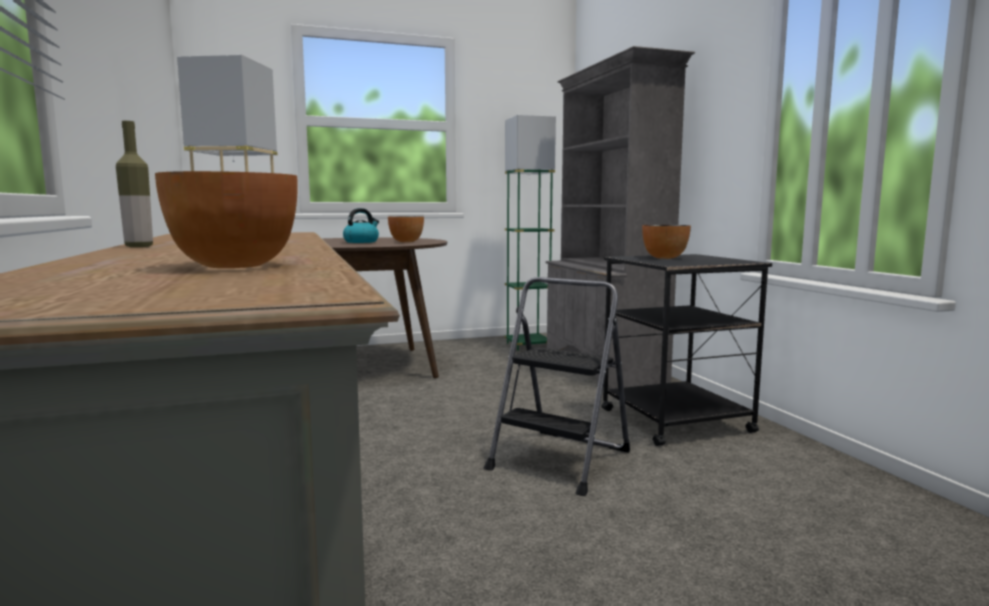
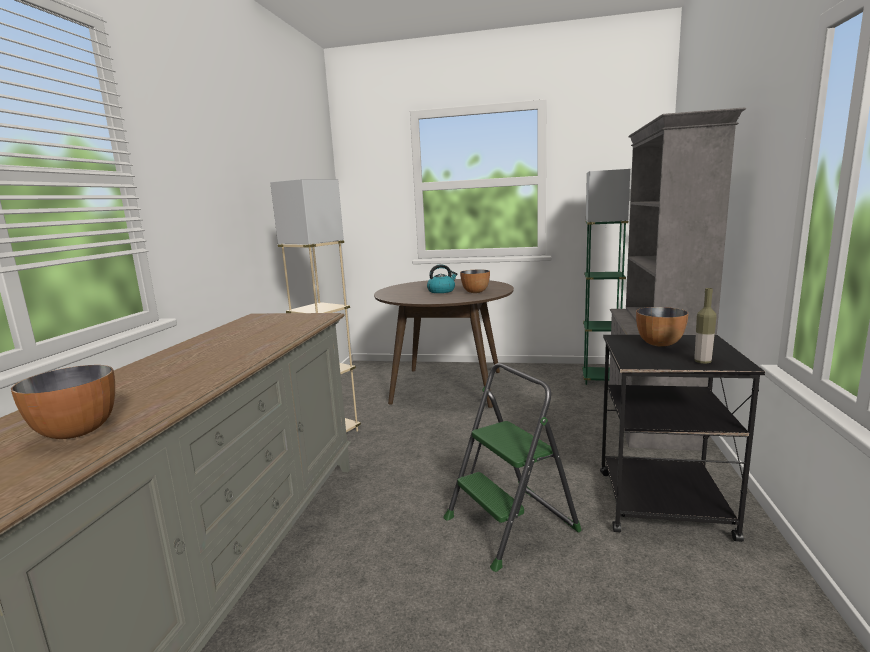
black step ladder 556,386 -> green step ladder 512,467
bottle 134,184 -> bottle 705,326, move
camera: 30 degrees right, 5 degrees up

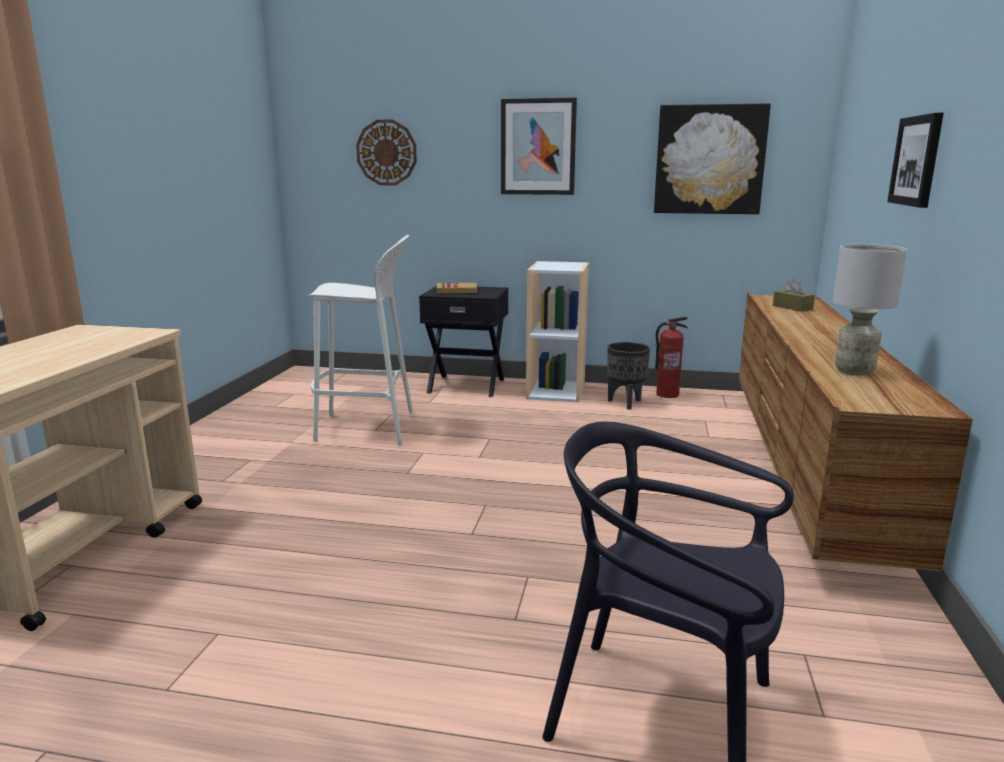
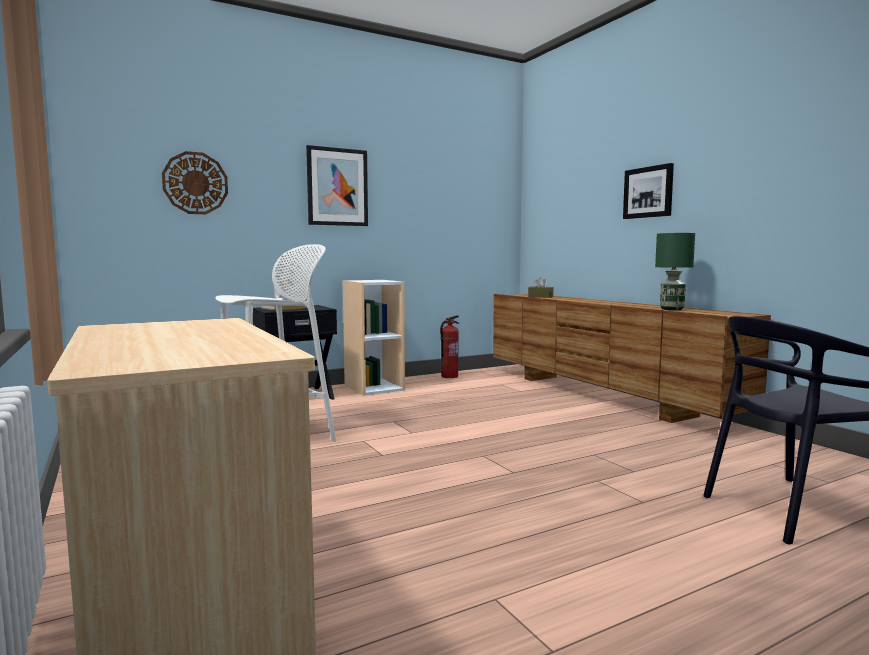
grey table lamp 870,310 -> green table lamp 675,271
black planter 628,375 -> none
picture 712,158 -> none
camera: 40 degrees left, 10 degrees down

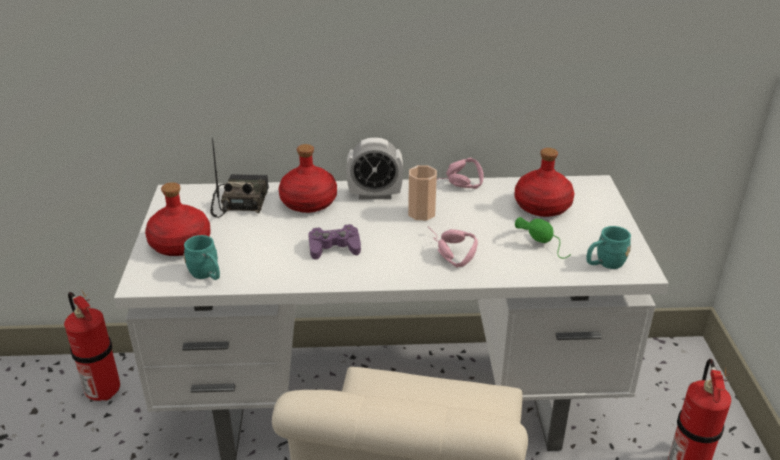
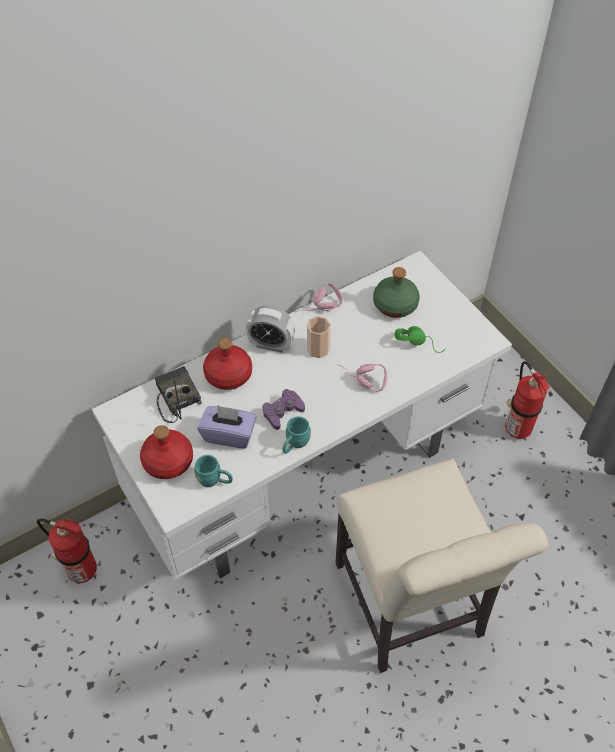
none -> purple tissue box 227,427
alarm clock 374,168 -> alarm clock 270,329, 45 degrees clockwise
turquoise mug 608,247 -> turquoise mug 297,435, move
red bottle 544,182 -> green bottle 396,292
camera: 30 degrees left, 20 degrees up

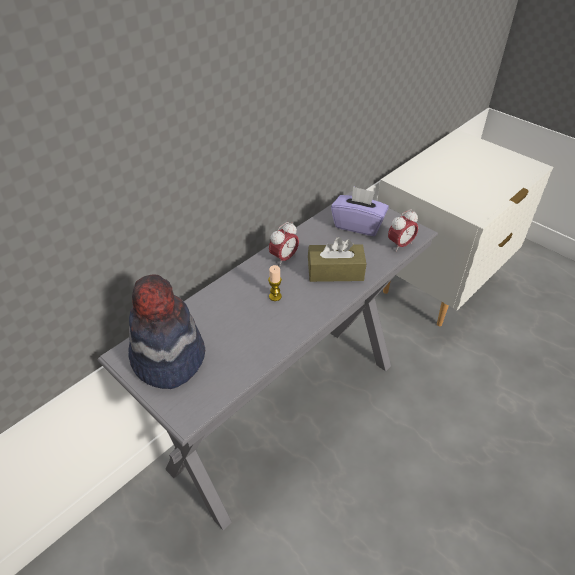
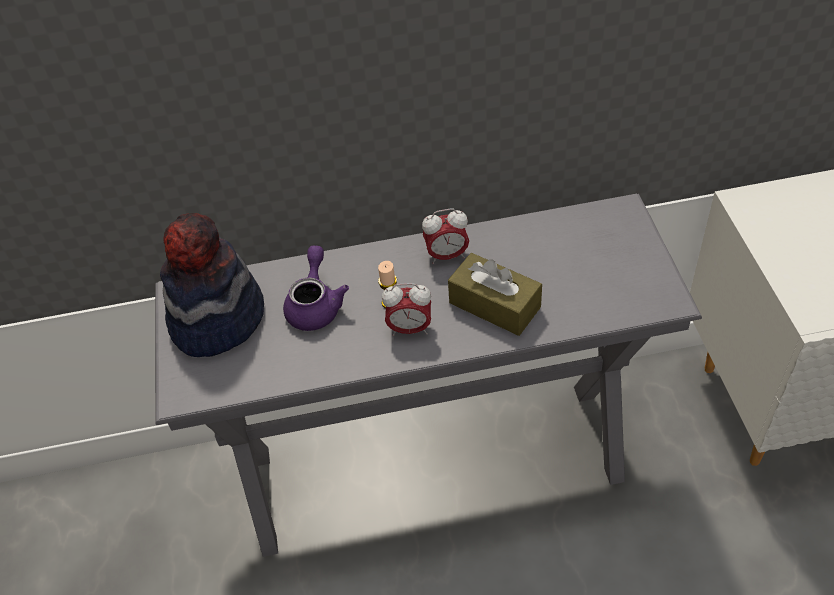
none -> purple teapot 316,288
alarm clock 403,230 -> alarm clock 406,309, move
purple tissue box 360,211 -> none
camera: 40 degrees right, 5 degrees up

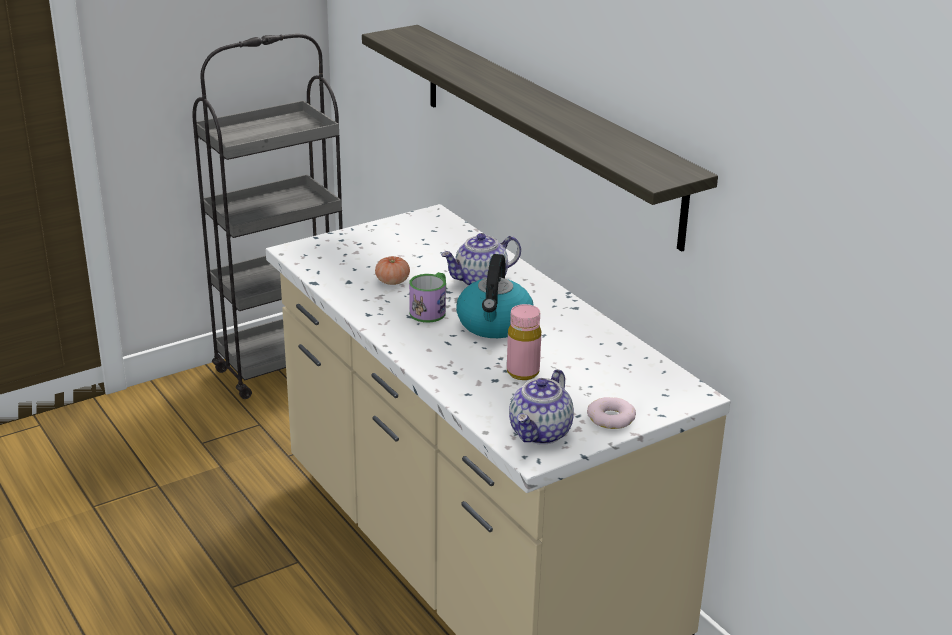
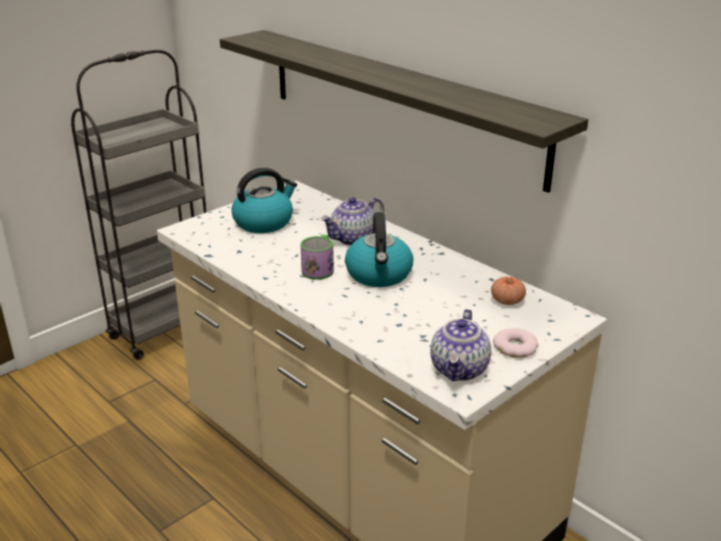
none -> kettle 264,200
tomato 392,270 -> tomato 508,291, move
pink bottle 524,342 -> none
camera: 10 degrees left, 0 degrees up

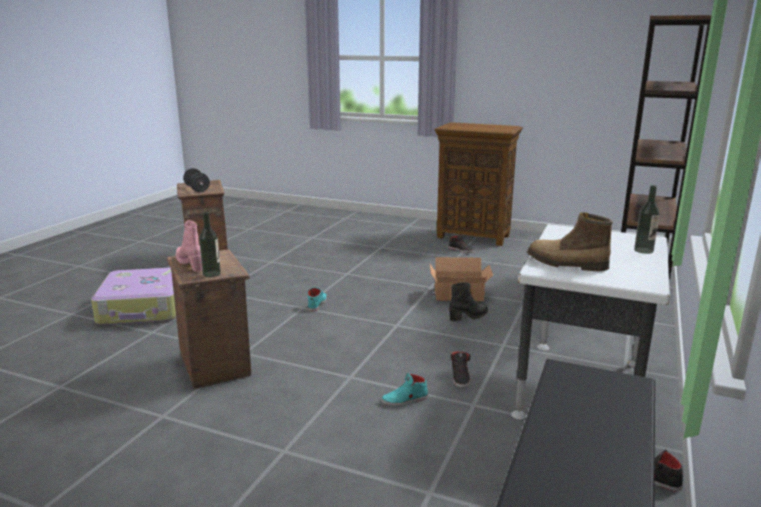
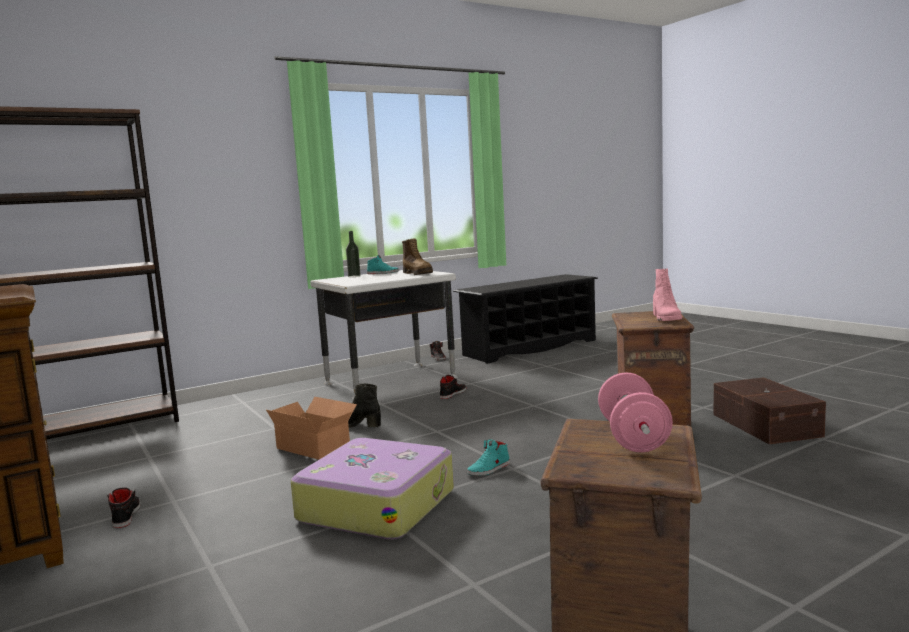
suitcase 133,296 -> suitcase 372,489, move
turquoise shoe 404,389 -> turquoise shoe 383,264, move
black dumbbell 196,180 -> pink dumbbell 635,412
none -> brown storage box 770,410
bottle 210,244 -> none
camera: 145 degrees left, 10 degrees down

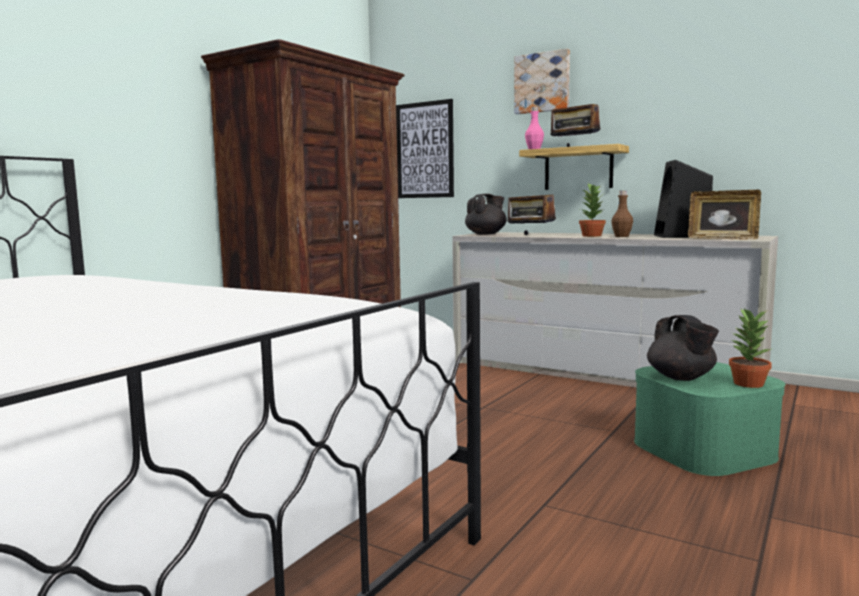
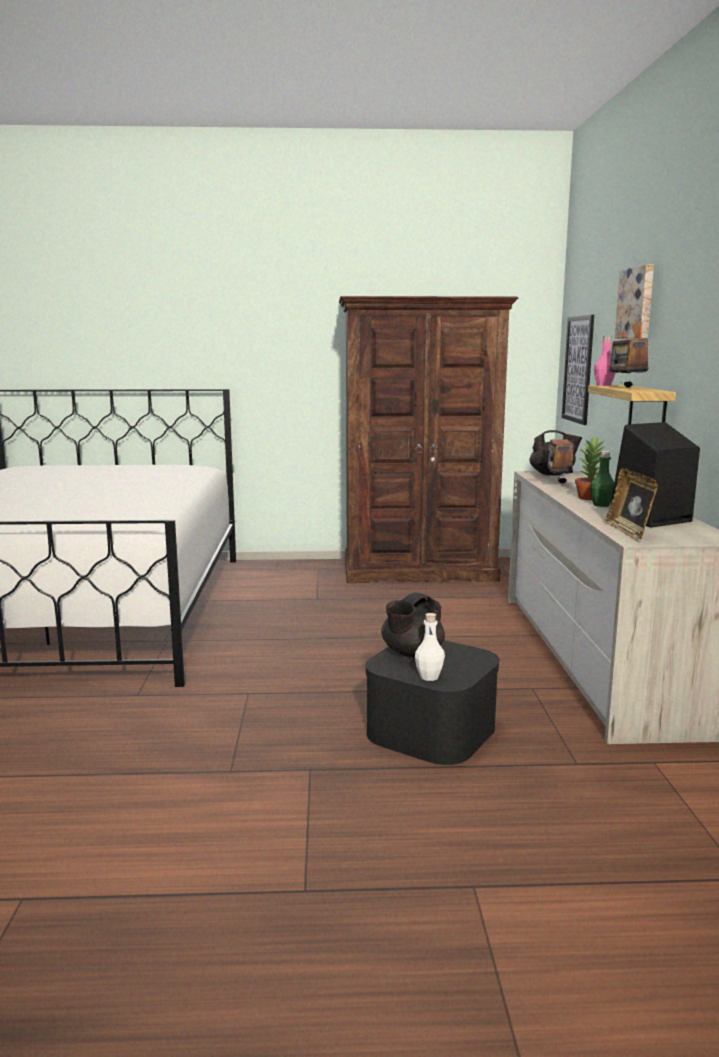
green storage box 709,419 -> black storage box 432,702
potted plant 750,348 -> white bottle 430,647
brown bottle 622,213 -> green bottle 602,479
camera: 55 degrees right, 5 degrees up

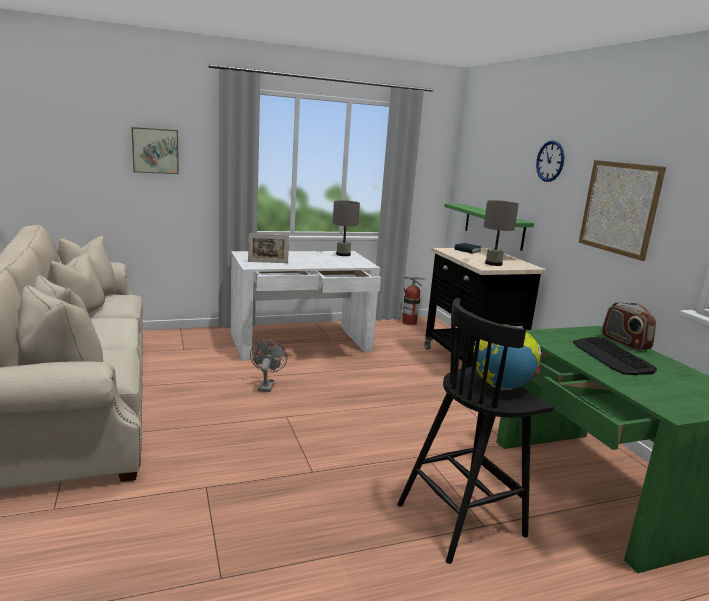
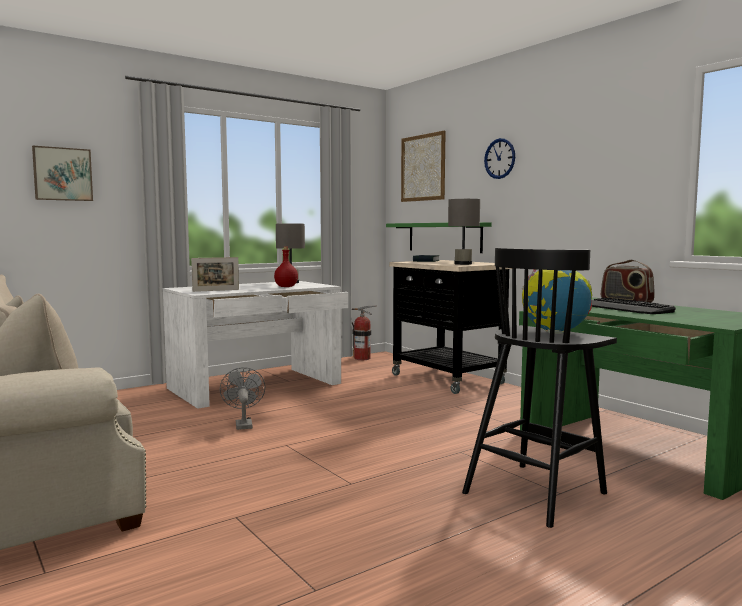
none -> red bottle 286,266
picture 622,210 -> picture 423,166, move
camera: 15 degrees left, 10 degrees down

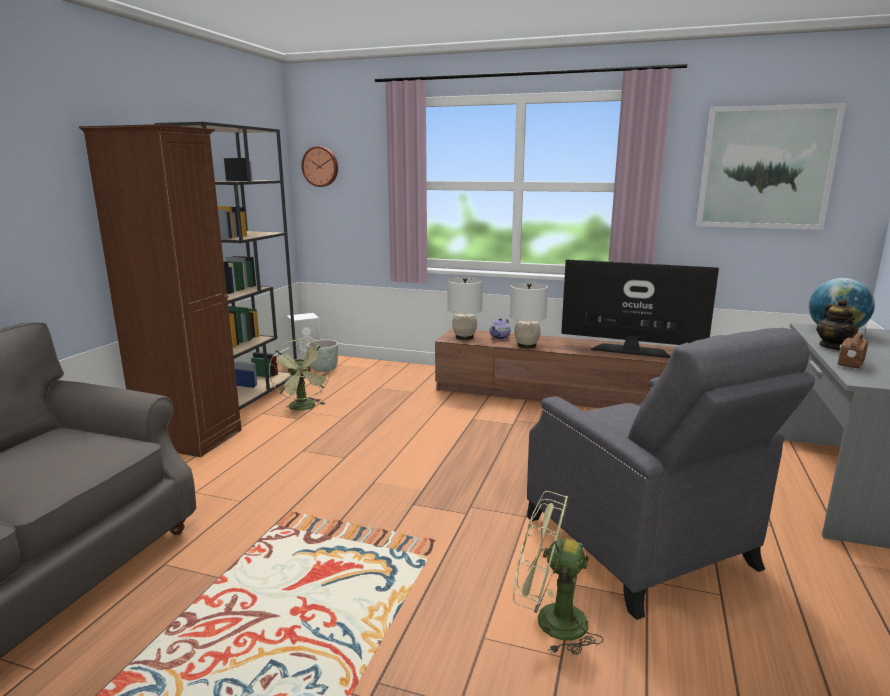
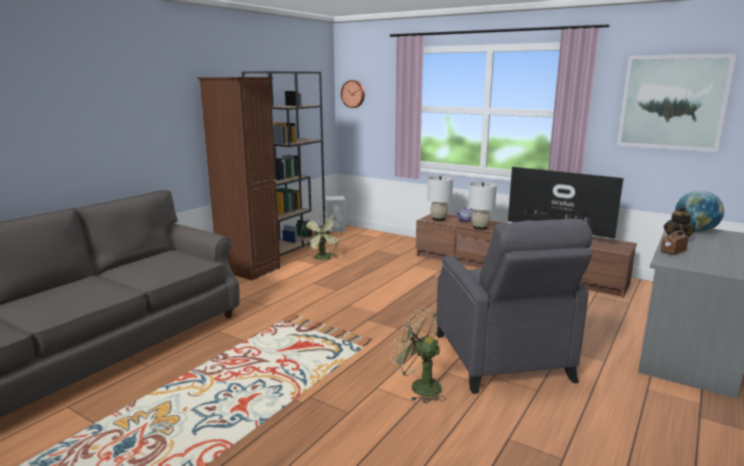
grey planter 322,356 -> none
camera: 15 degrees right, 0 degrees up

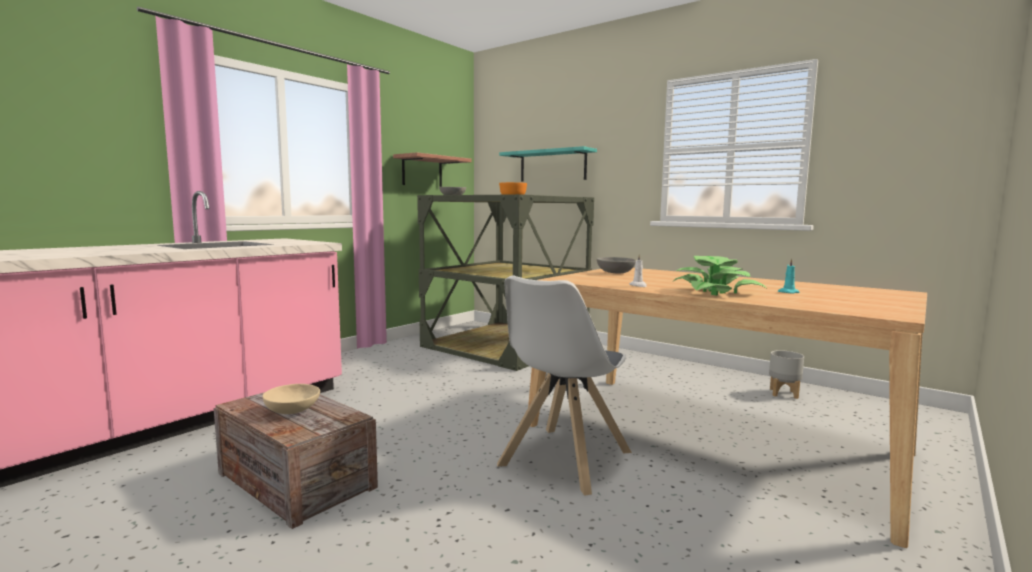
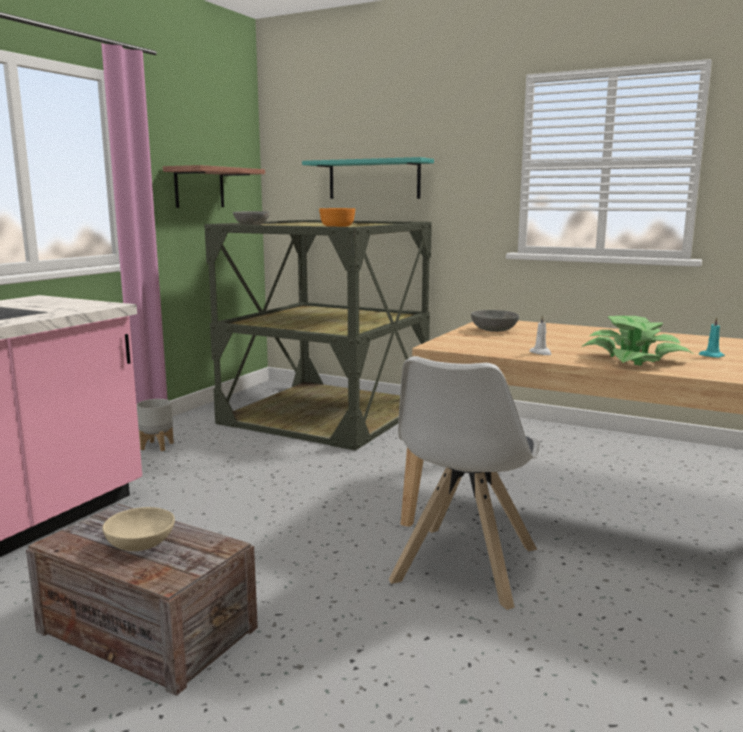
grey planter 786,374 -> grey planter 155,425, move
camera: 10 degrees left, 5 degrees up

